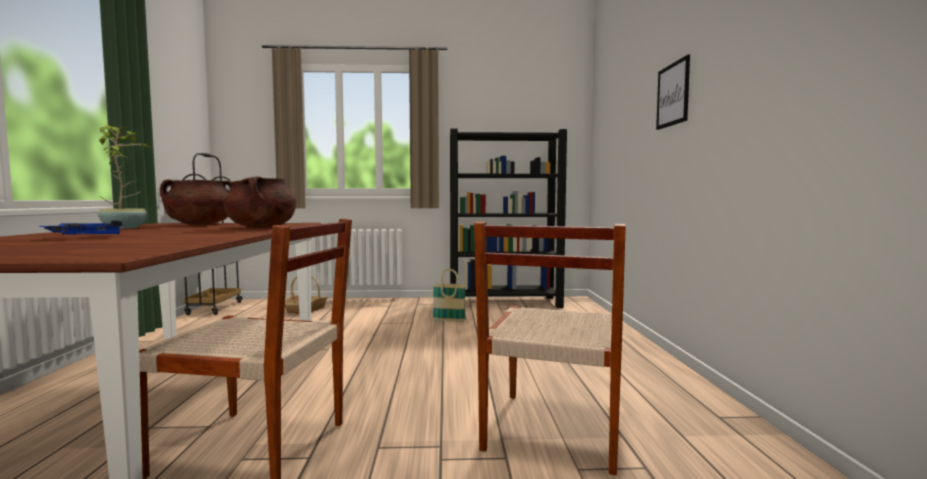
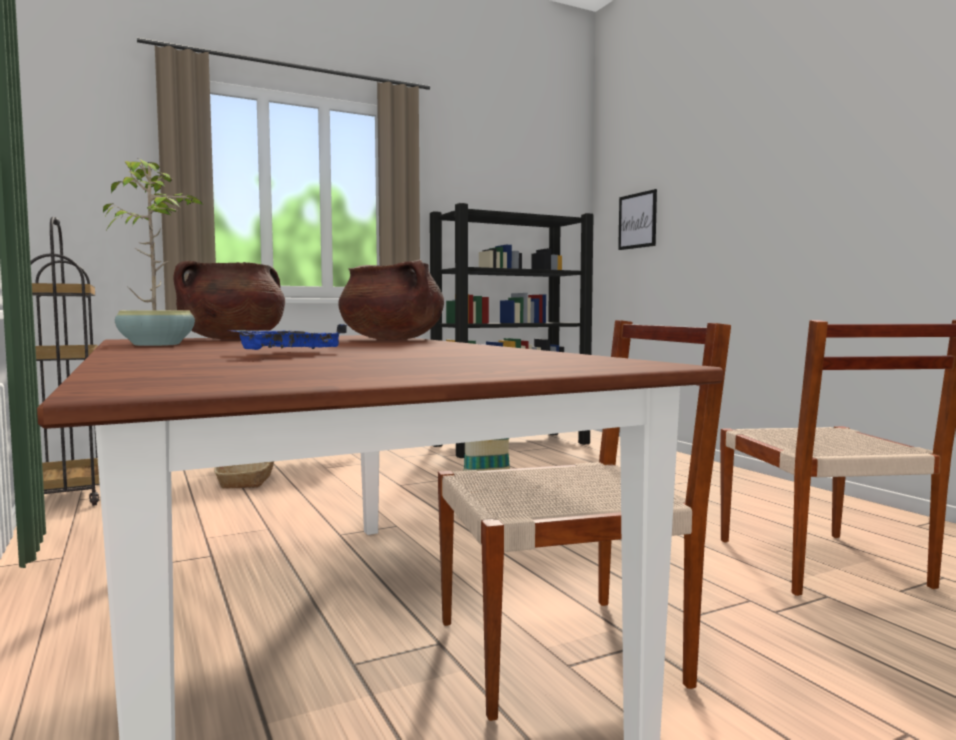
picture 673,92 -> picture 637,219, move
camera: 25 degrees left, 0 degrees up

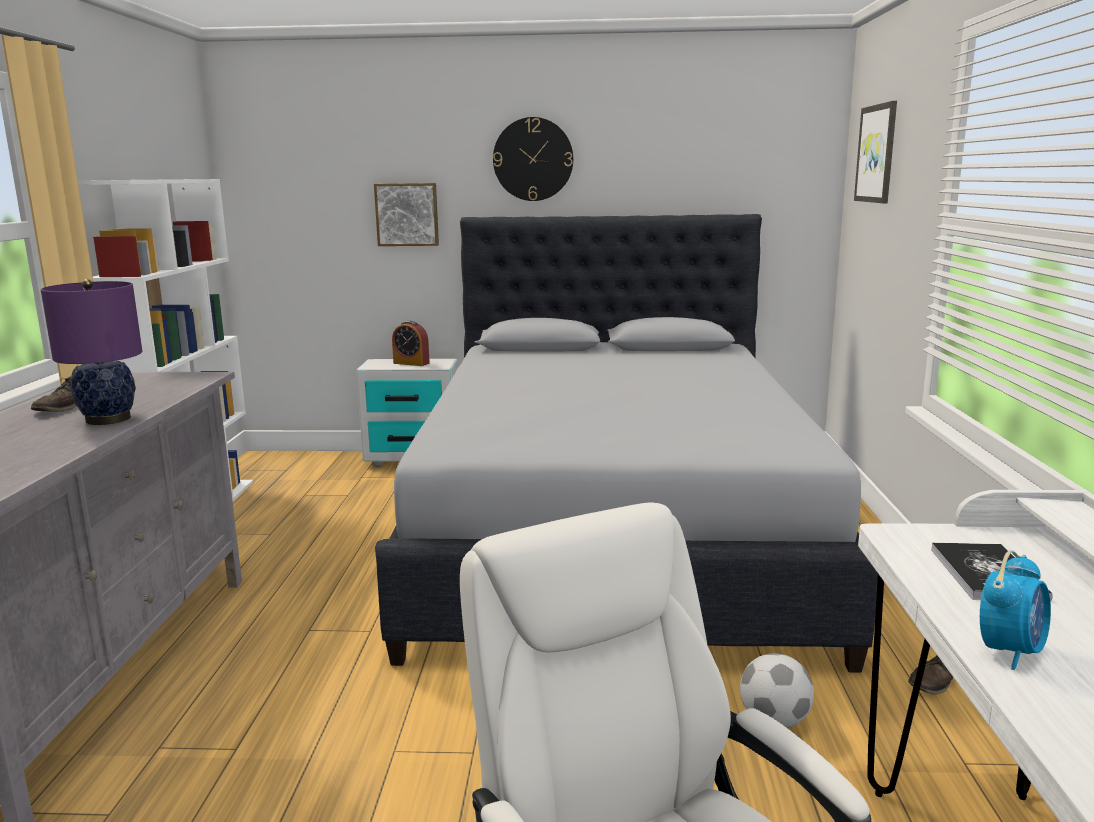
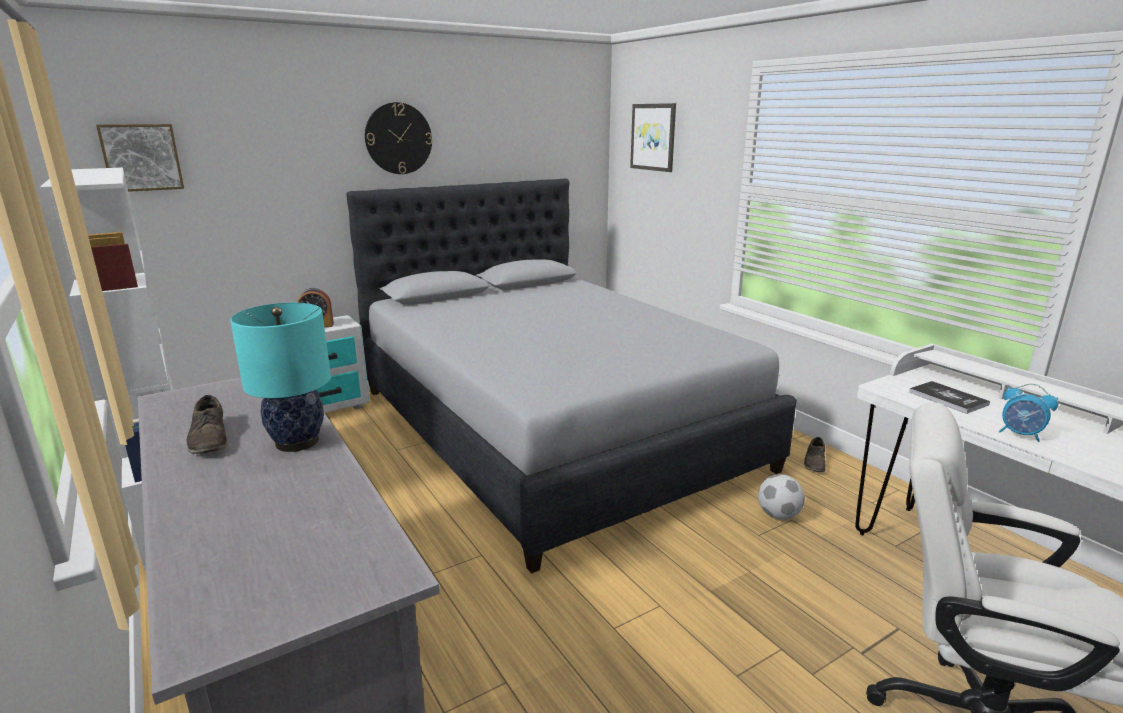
picture 406,214 -> picture 140,158, move
purple table lamp 91,352 -> turquoise table lamp 280,377
alarm clock 1015,610 -> alarm clock 1029,413, 120 degrees clockwise
camera: 35 degrees left, 5 degrees up

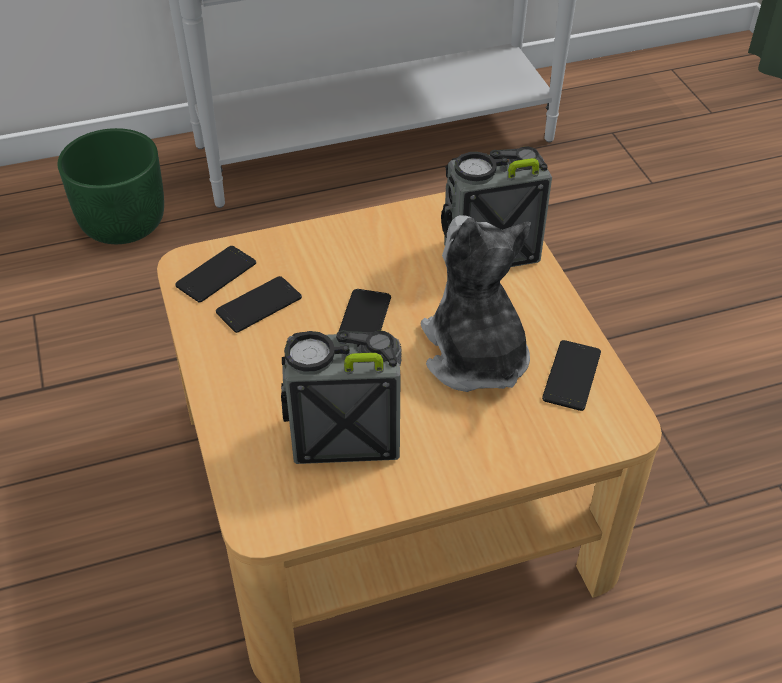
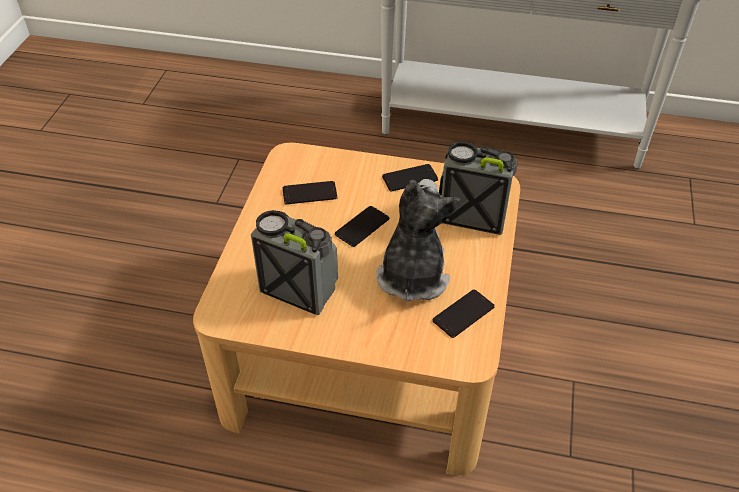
phone 215,274 -> phone 410,177, move
green planter 110,186 -> none
camera: 30 degrees right, 0 degrees up

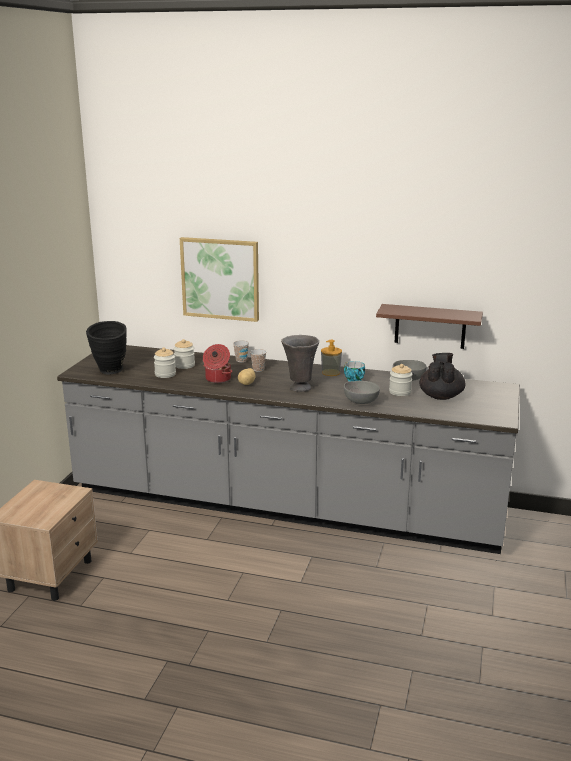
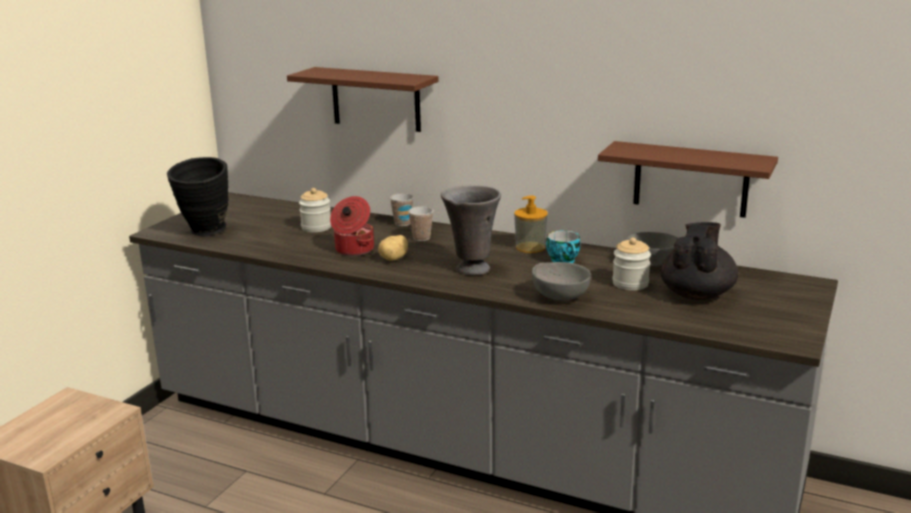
picture 219,279 -> brown shelf 363,99
jar 165,362 -> none
camera: 10 degrees right, 0 degrees up

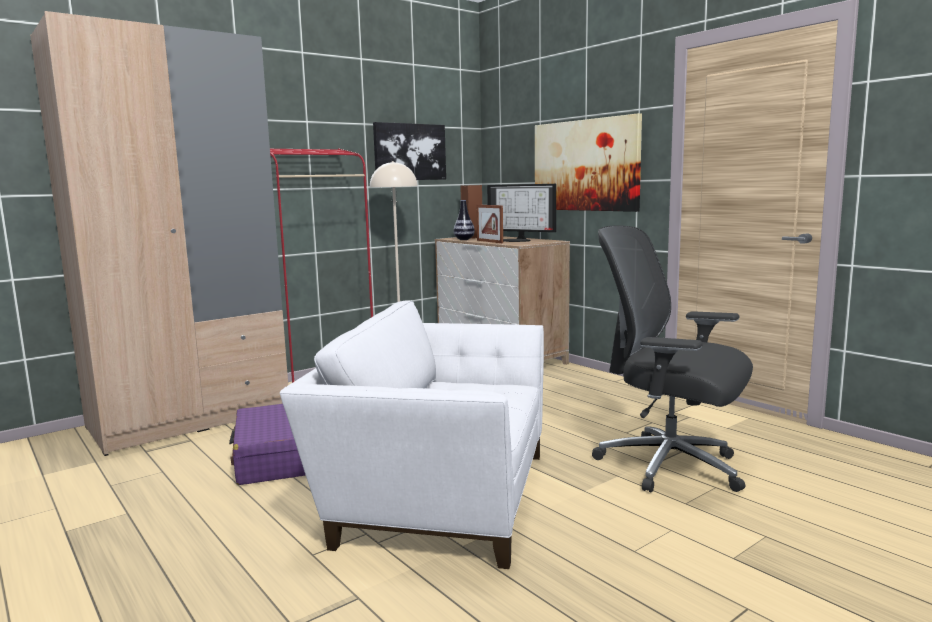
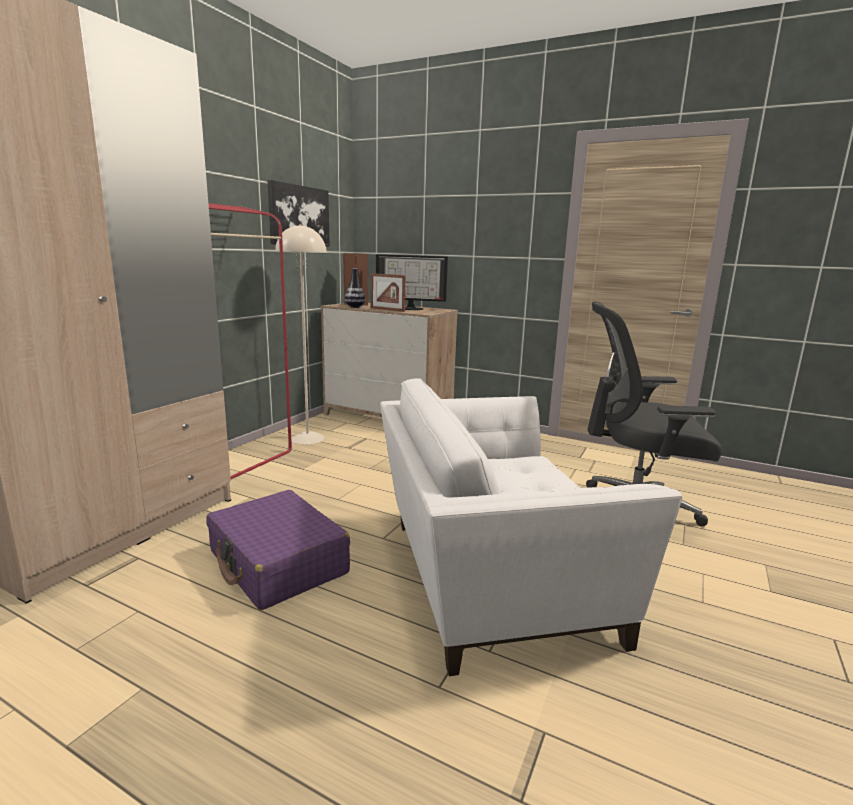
picture 588,162 -> none
camera: 25 degrees left, 5 degrees up

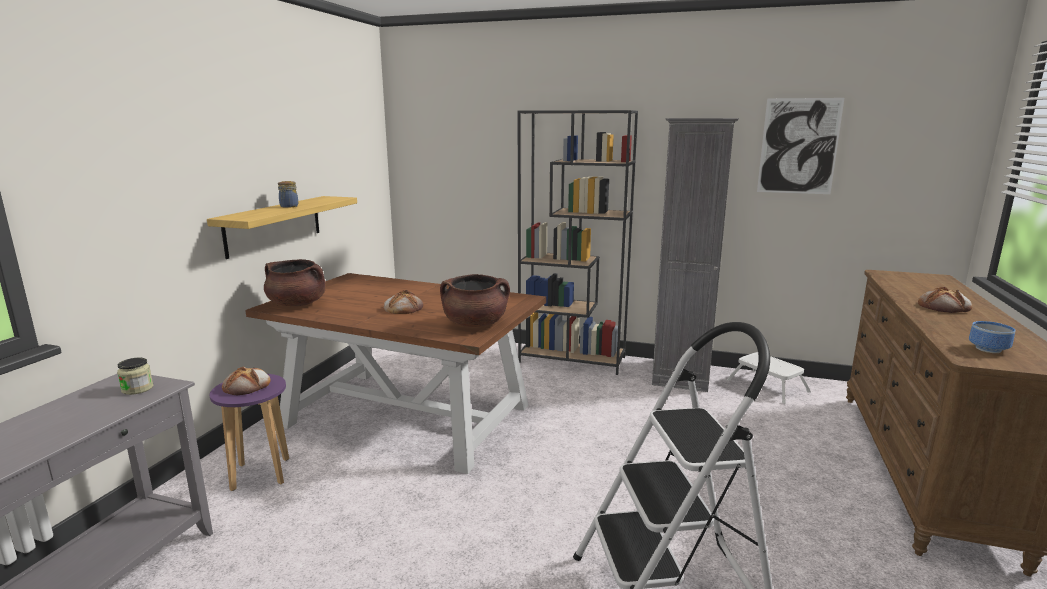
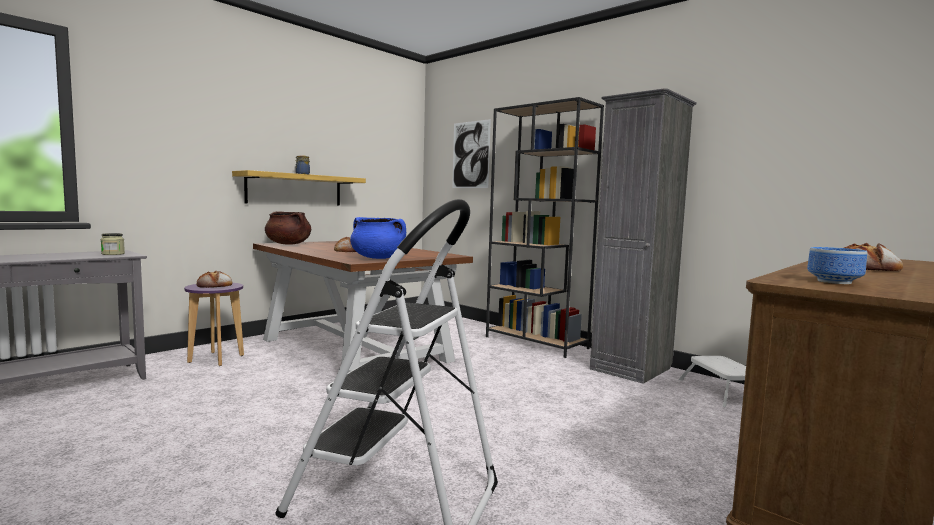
brown cooking pot 475,300 -> blue cooking pot 378,238
picture 800,146 -> picture 471,153, move
camera: 25 degrees right, 10 degrees down

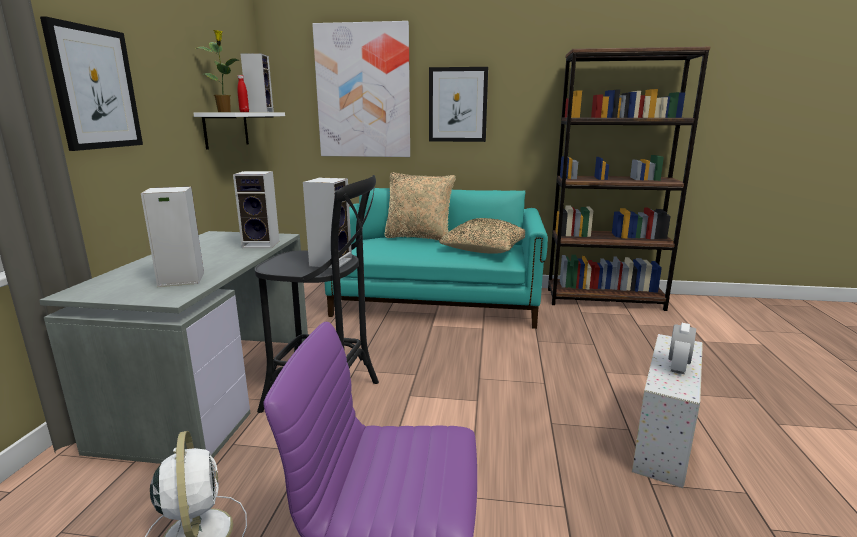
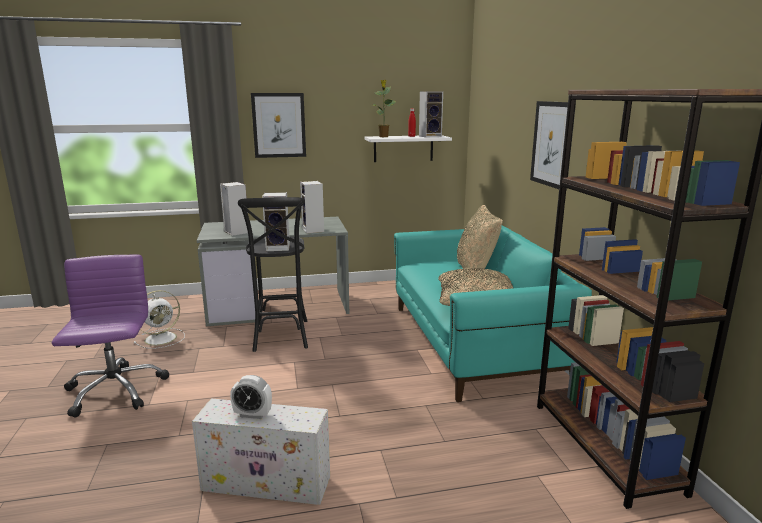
picture 361,89 -> none
camera: 70 degrees right, 0 degrees up

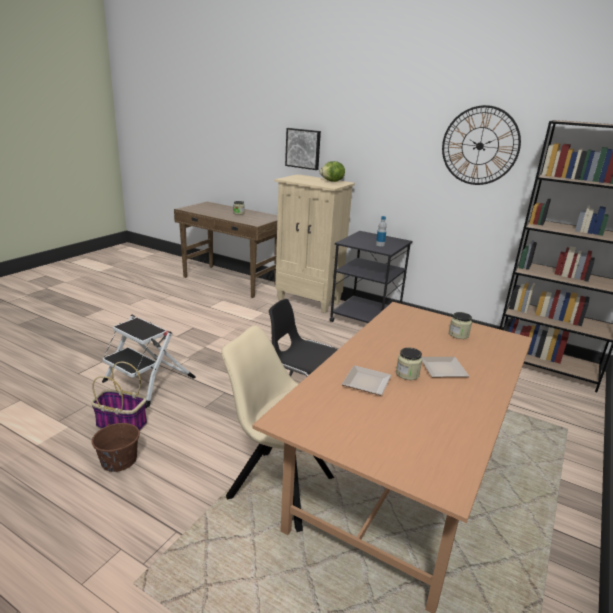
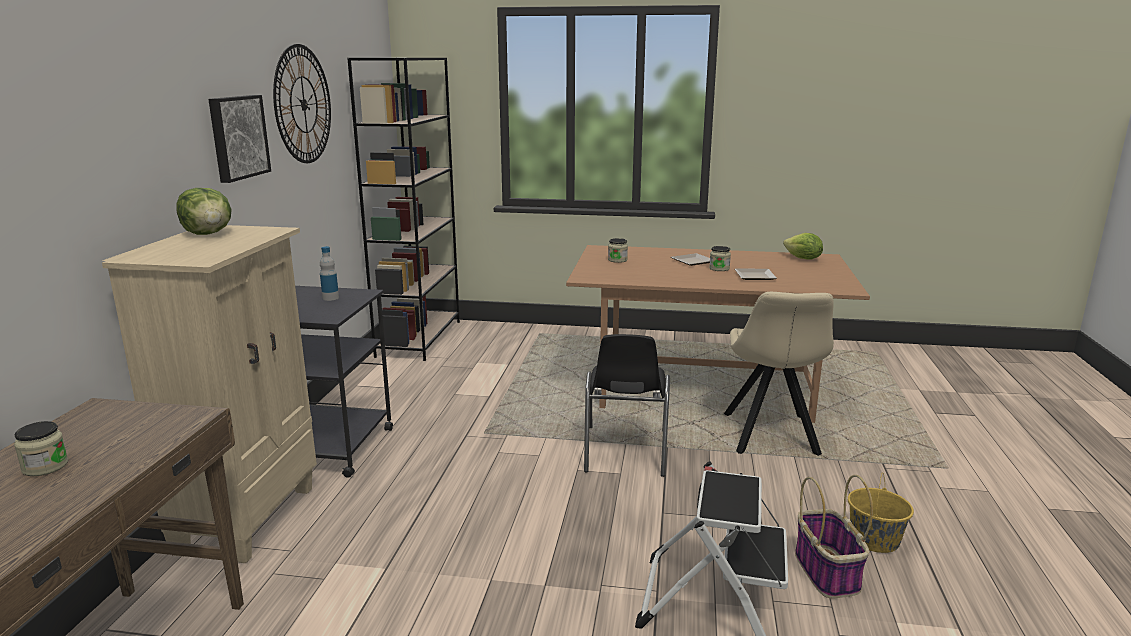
picture 303,149 -> picture 239,139, move
none -> lettuce 803,246
brown bucket 116,443 -> yellow bucket 881,512
camera: 110 degrees left, 5 degrees down

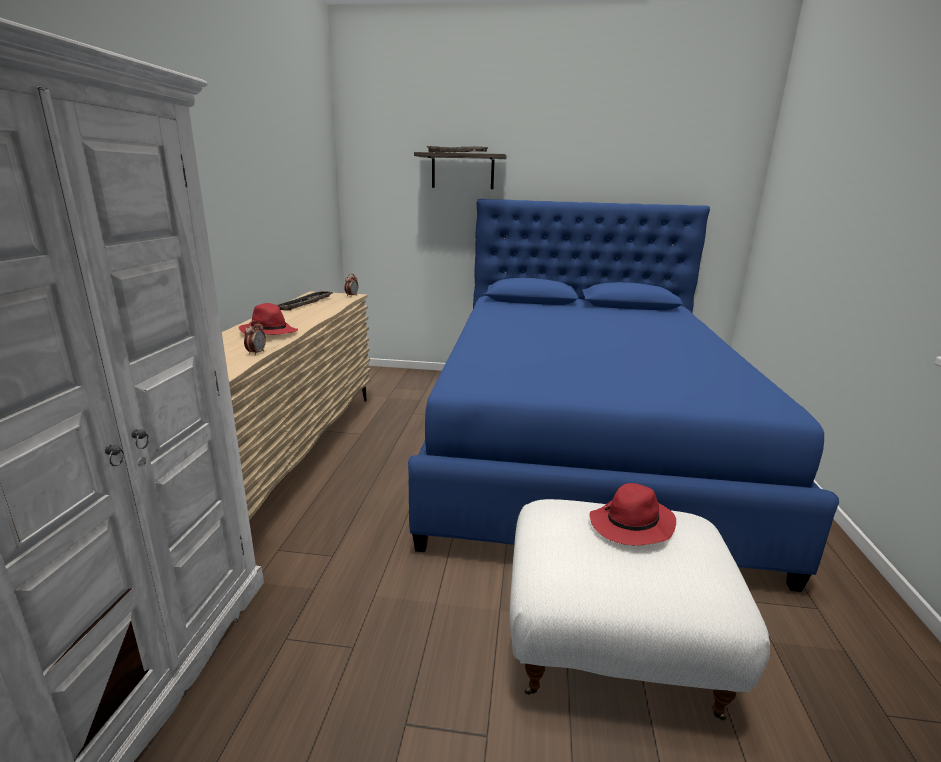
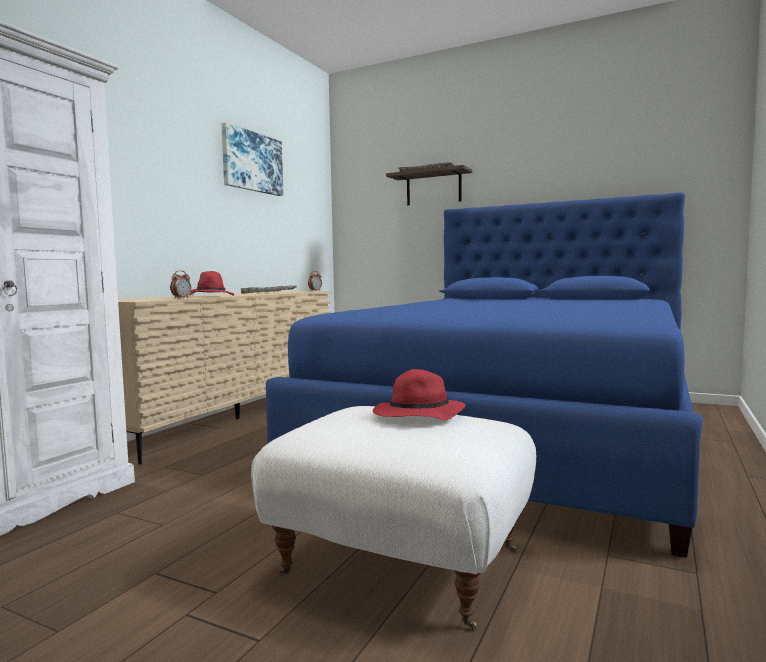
none -> picture 252,159
camera: 20 degrees right, 15 degrees down

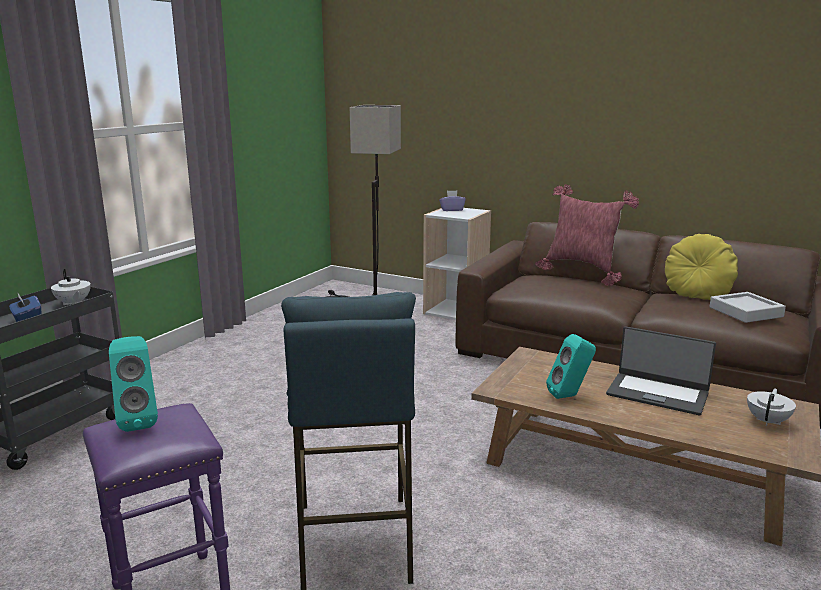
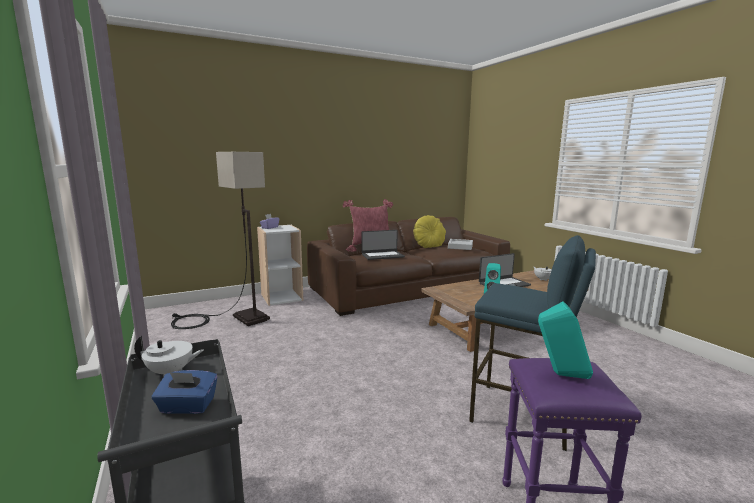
none -> laptop 383,245
camera: 55 degrees left, 5 degrees down

